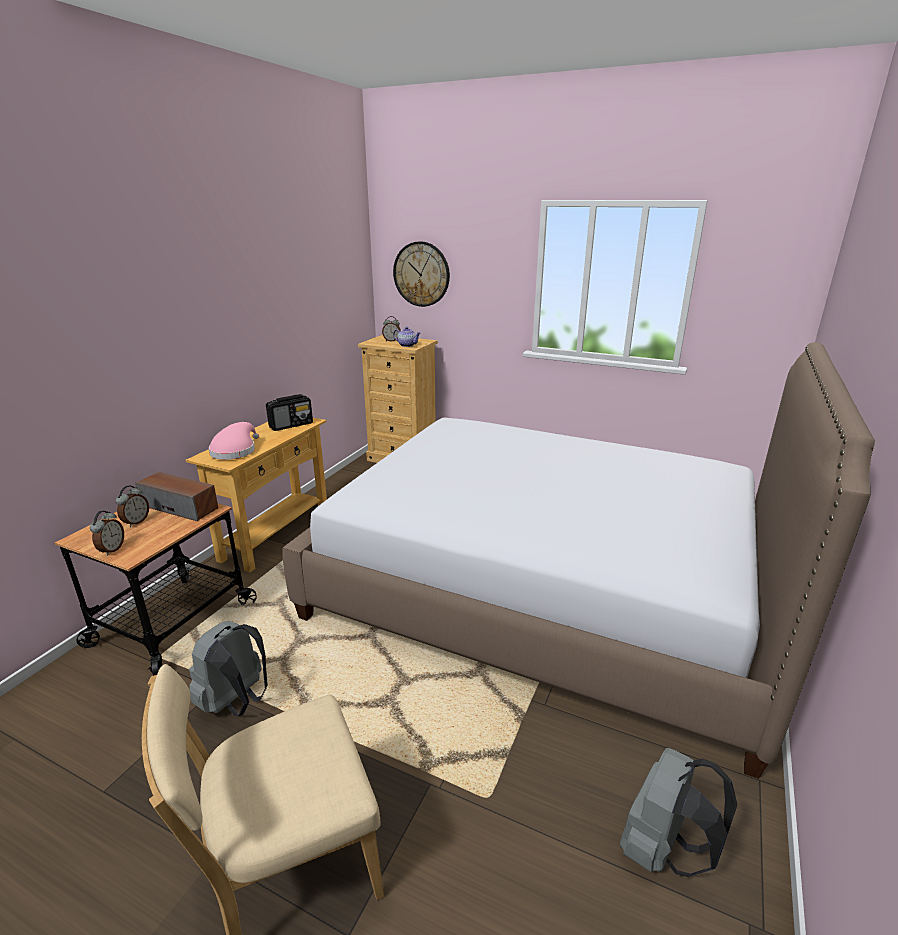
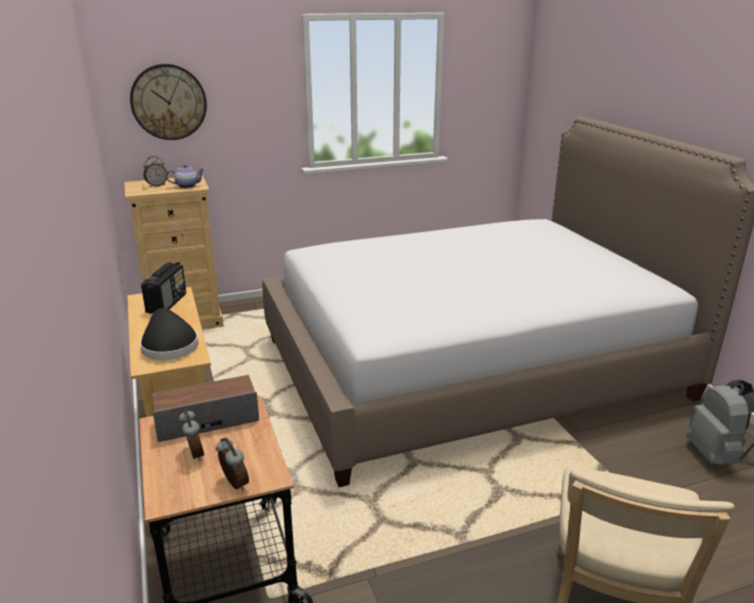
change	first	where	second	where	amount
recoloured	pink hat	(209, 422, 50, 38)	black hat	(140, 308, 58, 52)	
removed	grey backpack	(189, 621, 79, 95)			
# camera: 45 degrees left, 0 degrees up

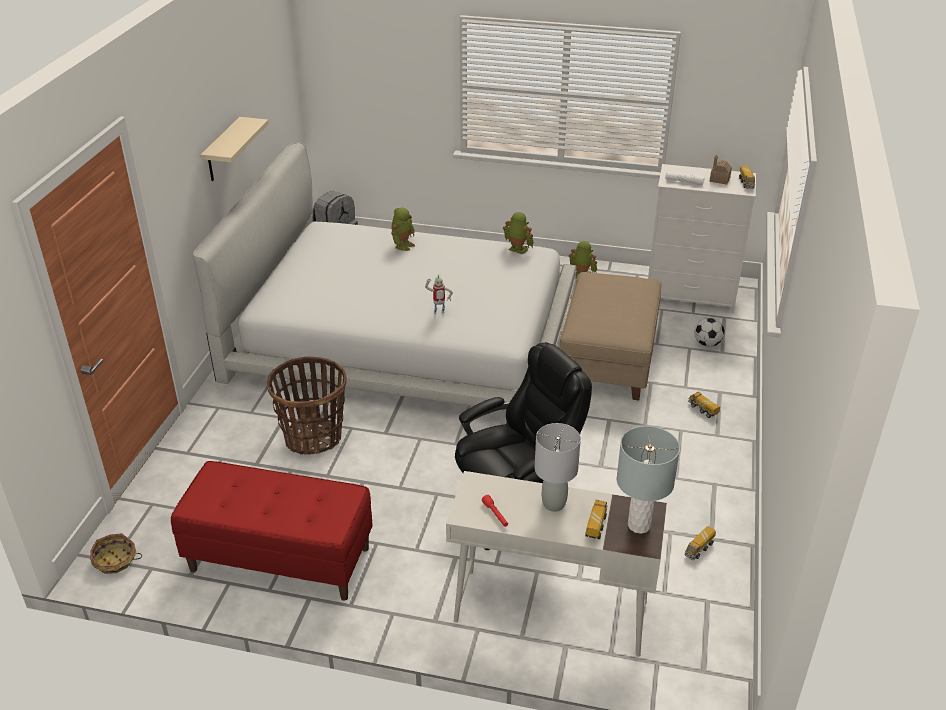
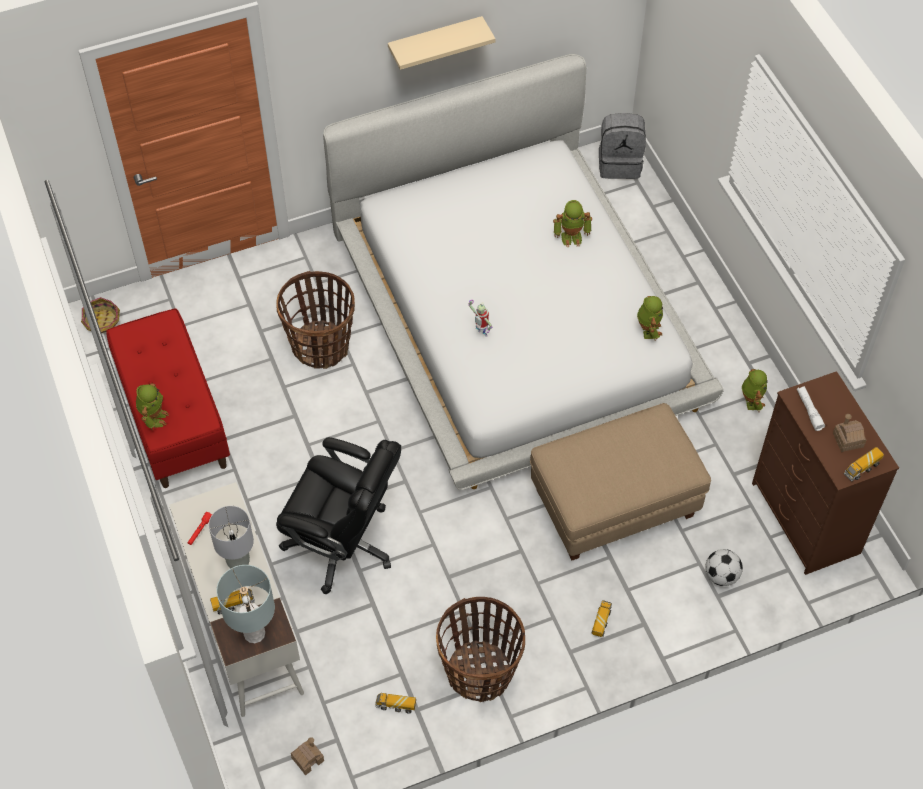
change	first	where	second	where	amount
added			toy robot	(136, 383, 33, 47)	
added			toy house	(291, 737, 33, 38)	
added			basket	(436, 597, 89, 105)	
recoloured	white dresser	(648, 164, 108, 149)	brown dresser	(752, 371, 147, 204)	
# camera: 55 degrees right, 20 degrees up

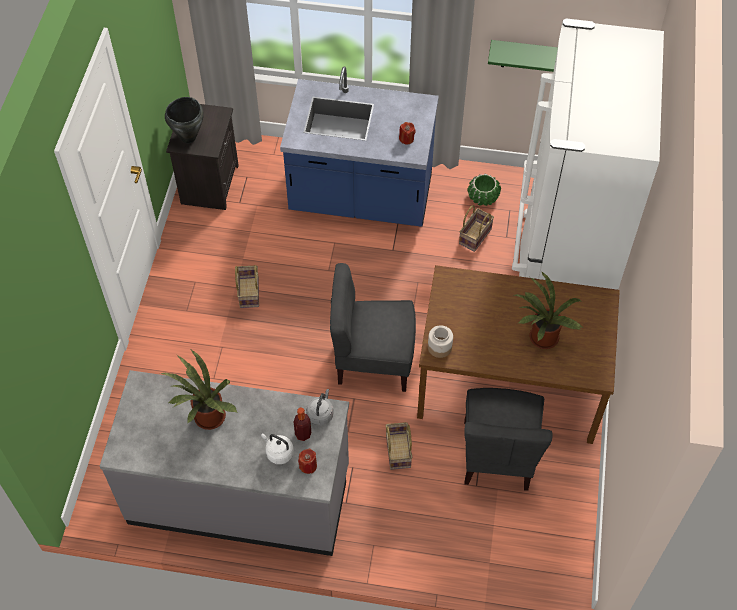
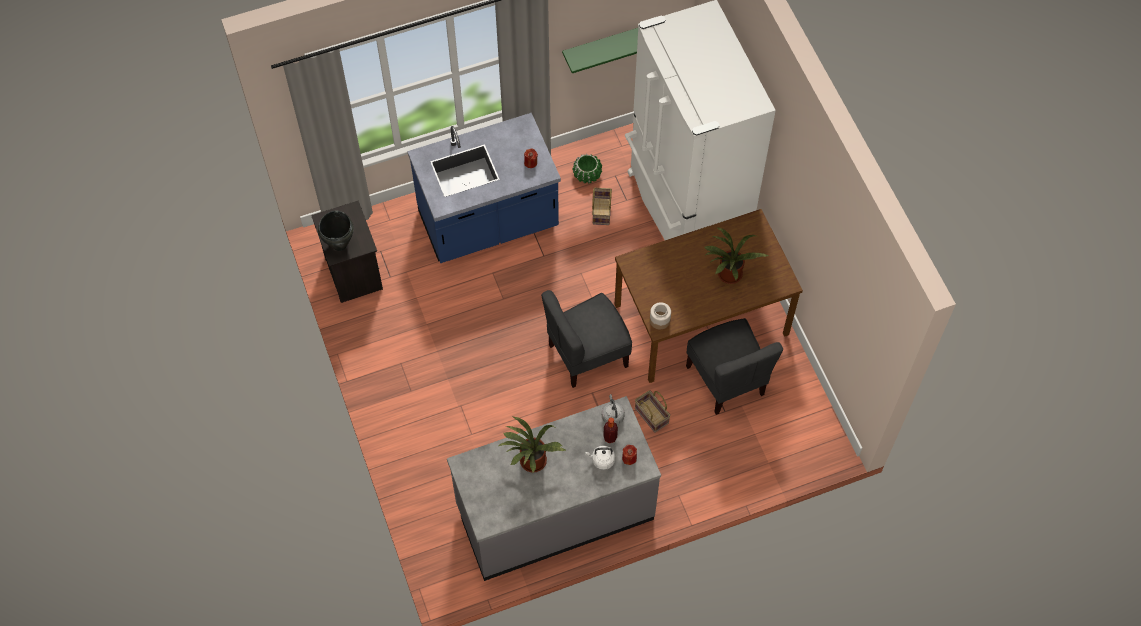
change	first	where	second	where	amount
removed	basket	(235, 265, 24, 43)			
# camera: 30 degrees left, 5 degrees up

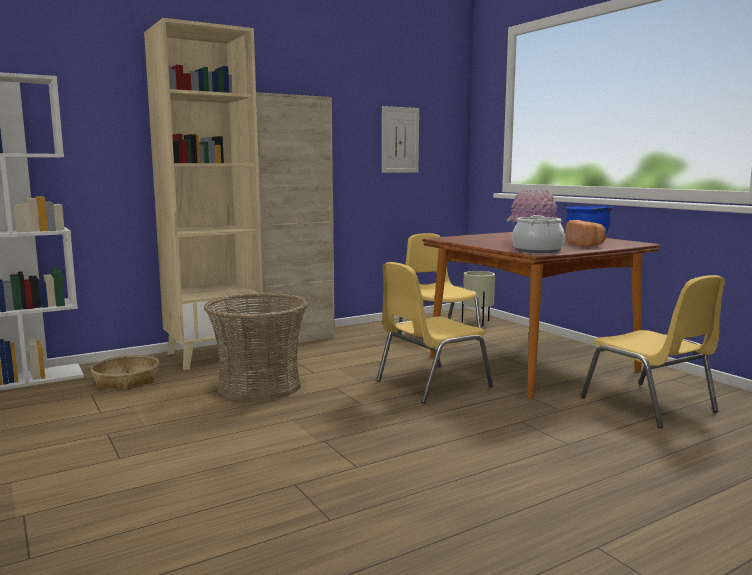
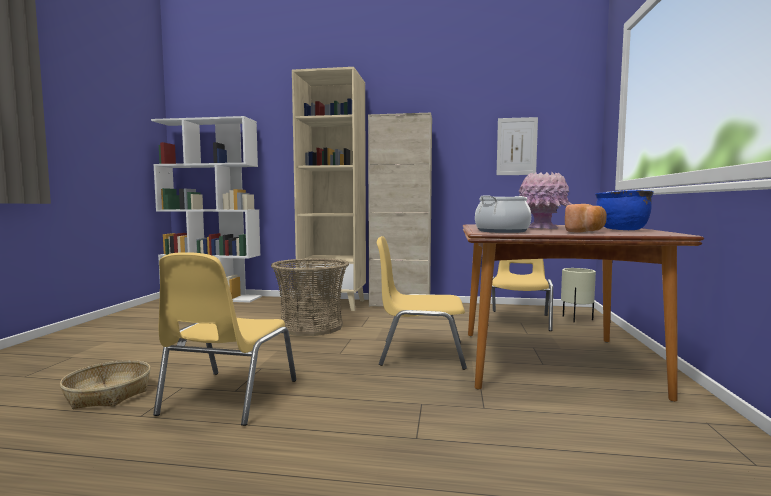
change	first	where	second	where	amount
moved	basket	(91, 355, 68, 35)		(60, 360, 91, 49)	
moved	yellow chair	(581, 275, 144, 153)		(153, 252, 144, 174)	
# camera: 40 degrees right, 5 degrees down

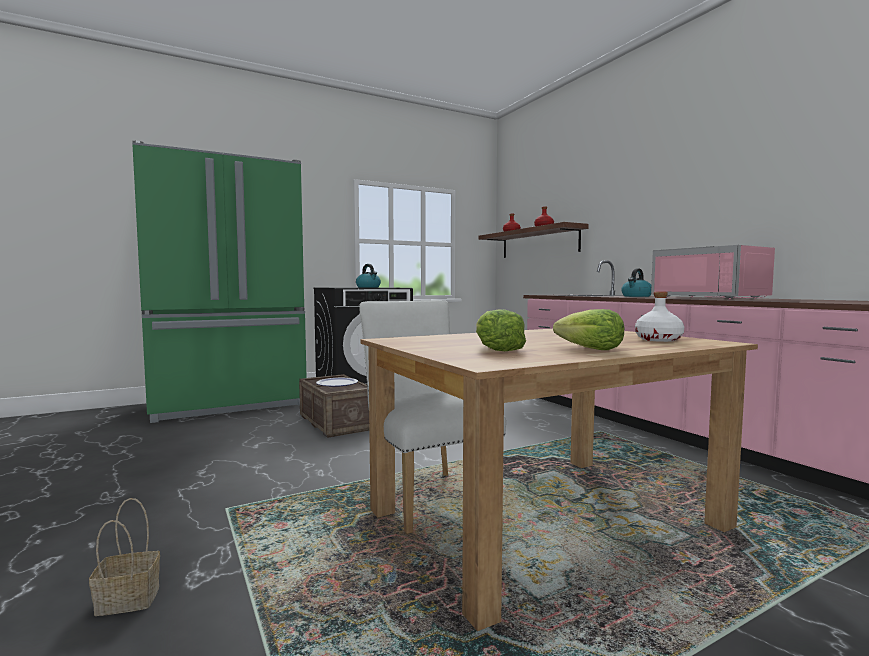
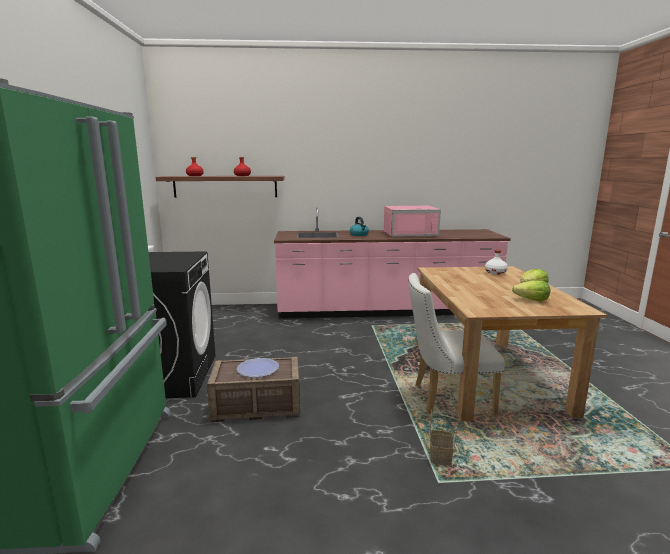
change	first	where	second	where	amount
moved	basket	(89, 498, 71, 118)		(430, 413, 29, 52)	
removed	kettle	(356, 264, 25, 24)			
# camera: 65 degrees left, 10 degrees up

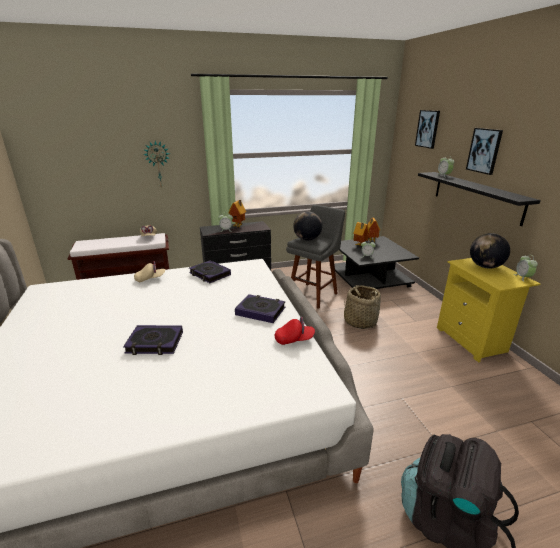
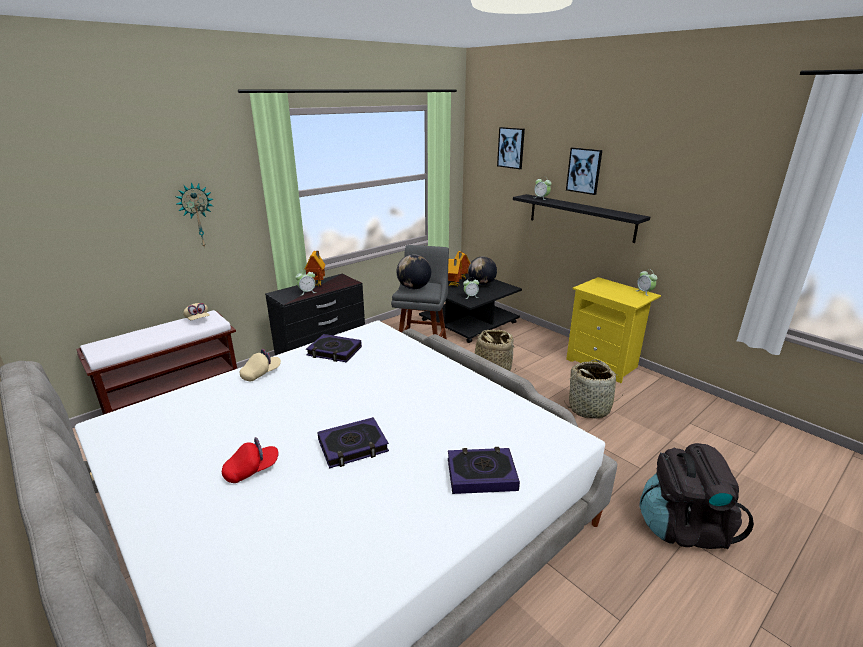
change	first	where	second	where	amount
moved	red cap	(275, 316, 40, 29)		(222, 437, 57, 46)	
moved	book	(235, 294, 50, 29)		(448, 447, 72, 47)	
moved	globe	(470, 233, 40, 36)		(468, 256, 29, 29)	
added			basket	(564, 359, 60, 60)	
# camera: 25 degrees left, 0 degrees up

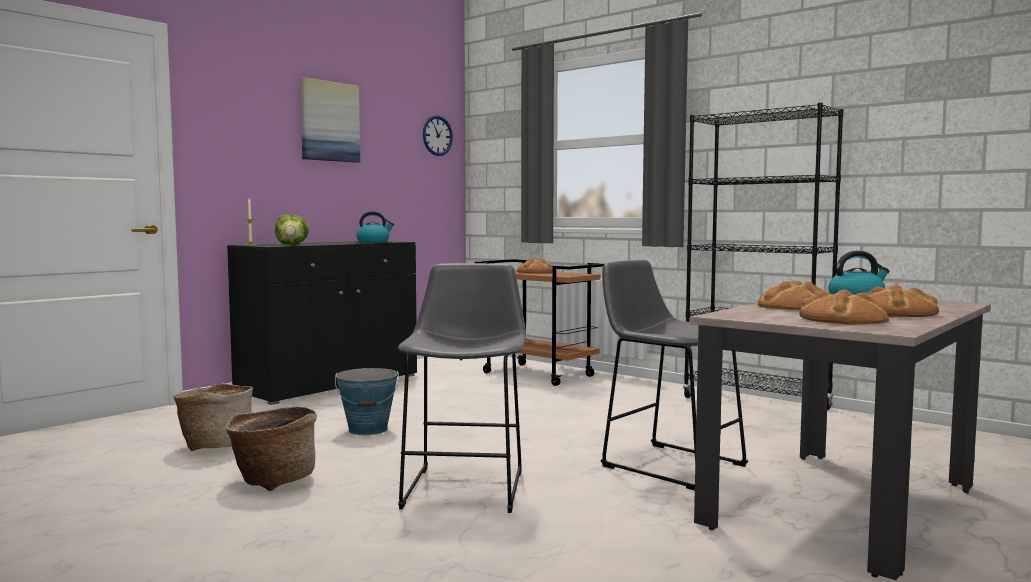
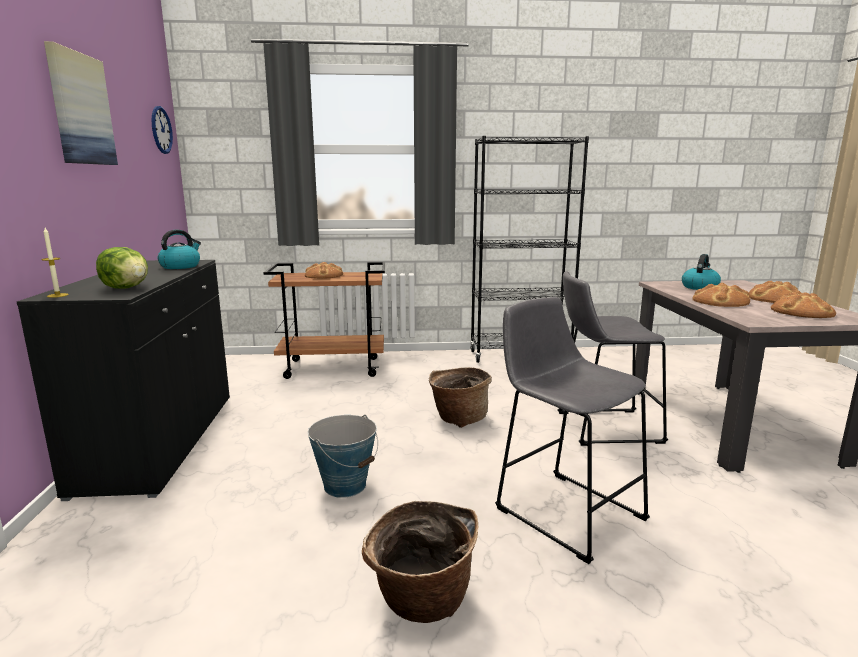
change	first	where	second	where	amount
moved	basket	(173, 382, 80, 69)		(429, 367, 63, 61)	
# camera: 45 degrees left, 10 degrees up

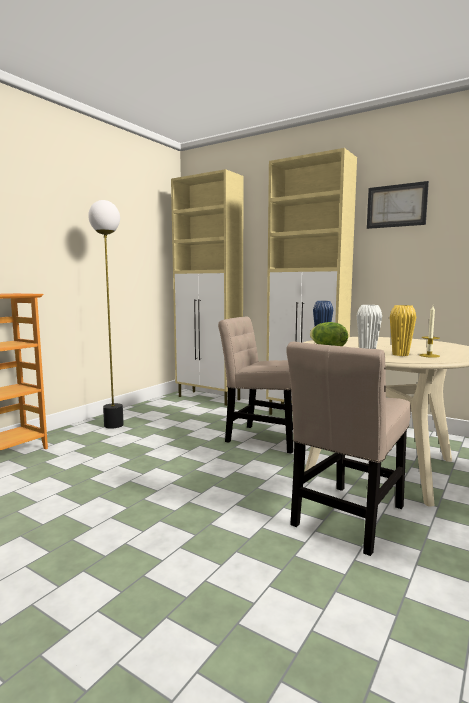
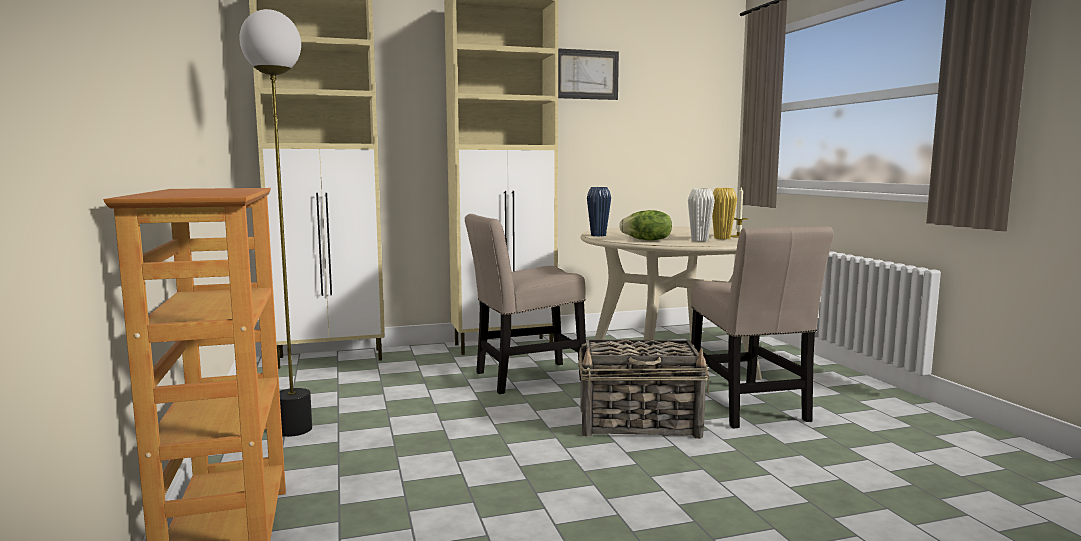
change	first	where	second	where	amount
added			basket	(578, 339, 131, 100)	
# camera: 50 degrees left, 0 degrees up

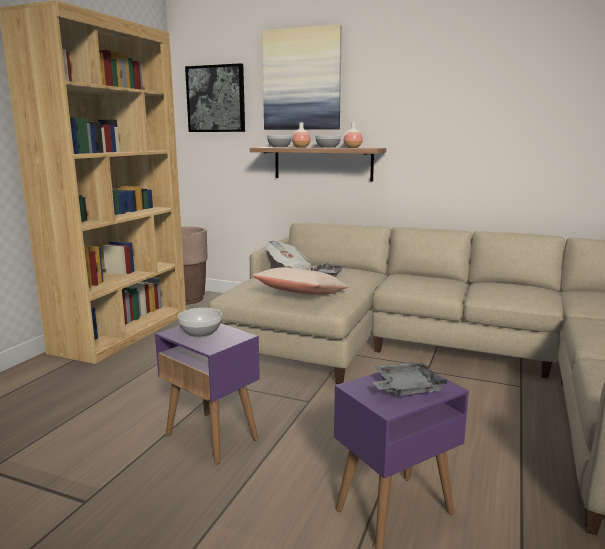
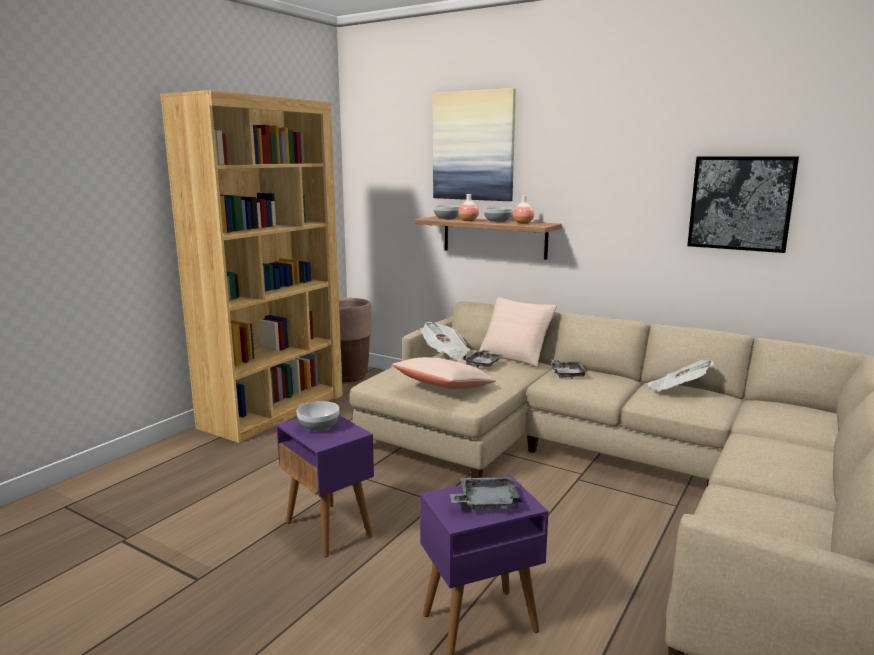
change	first	where	second	where	amount
added			beige pillow	(479, 297, 78, 70)	
added			grey tray	(550, 359, 37, 20)	
added			newspaper	(647, 360, 67, 32)	
moved	picture	(185, 63, 60, 69)		(687, 156, 112, 97)	
# camera: 10 degrees right, 0 degrees up

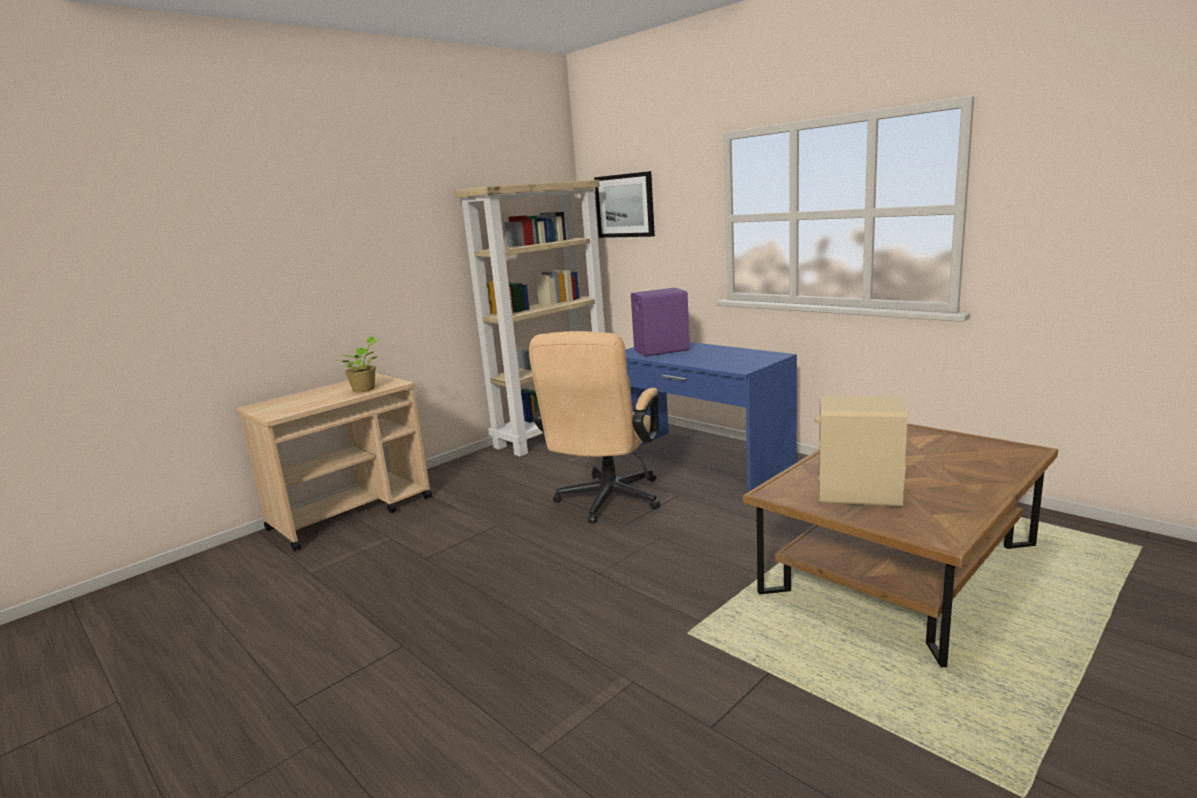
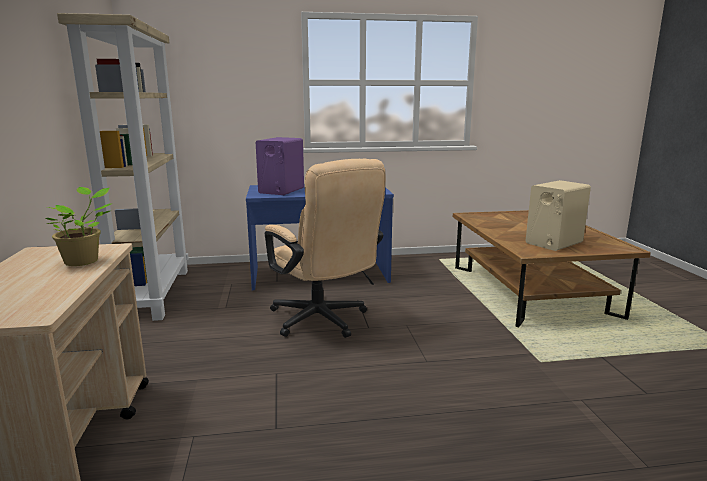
change	first	where	second	where	amount
removed	picture	(594, 171, 61, 67)			
# camera: 55 degrees left, 0 degrees up

